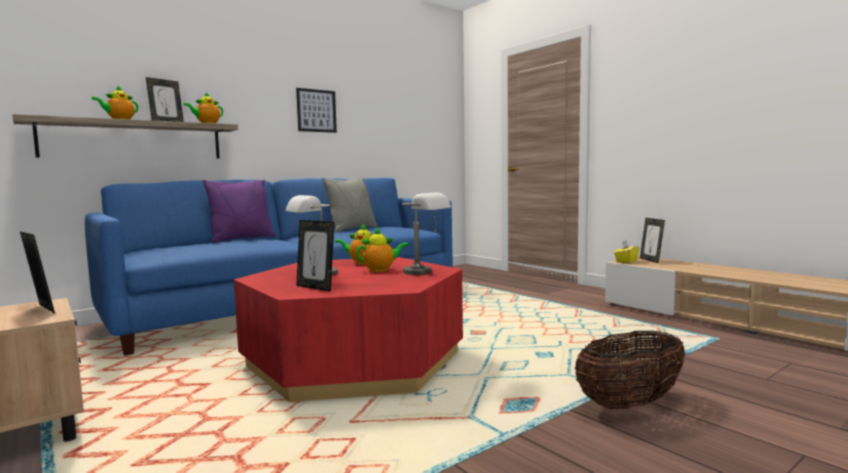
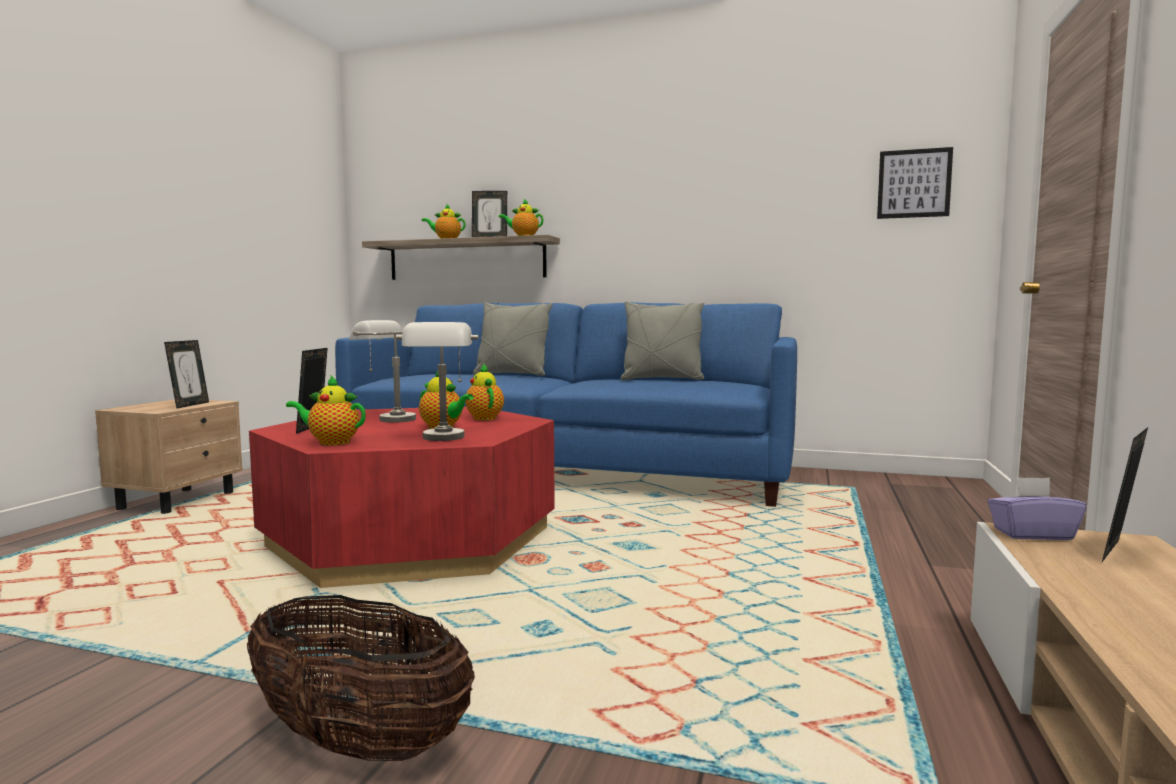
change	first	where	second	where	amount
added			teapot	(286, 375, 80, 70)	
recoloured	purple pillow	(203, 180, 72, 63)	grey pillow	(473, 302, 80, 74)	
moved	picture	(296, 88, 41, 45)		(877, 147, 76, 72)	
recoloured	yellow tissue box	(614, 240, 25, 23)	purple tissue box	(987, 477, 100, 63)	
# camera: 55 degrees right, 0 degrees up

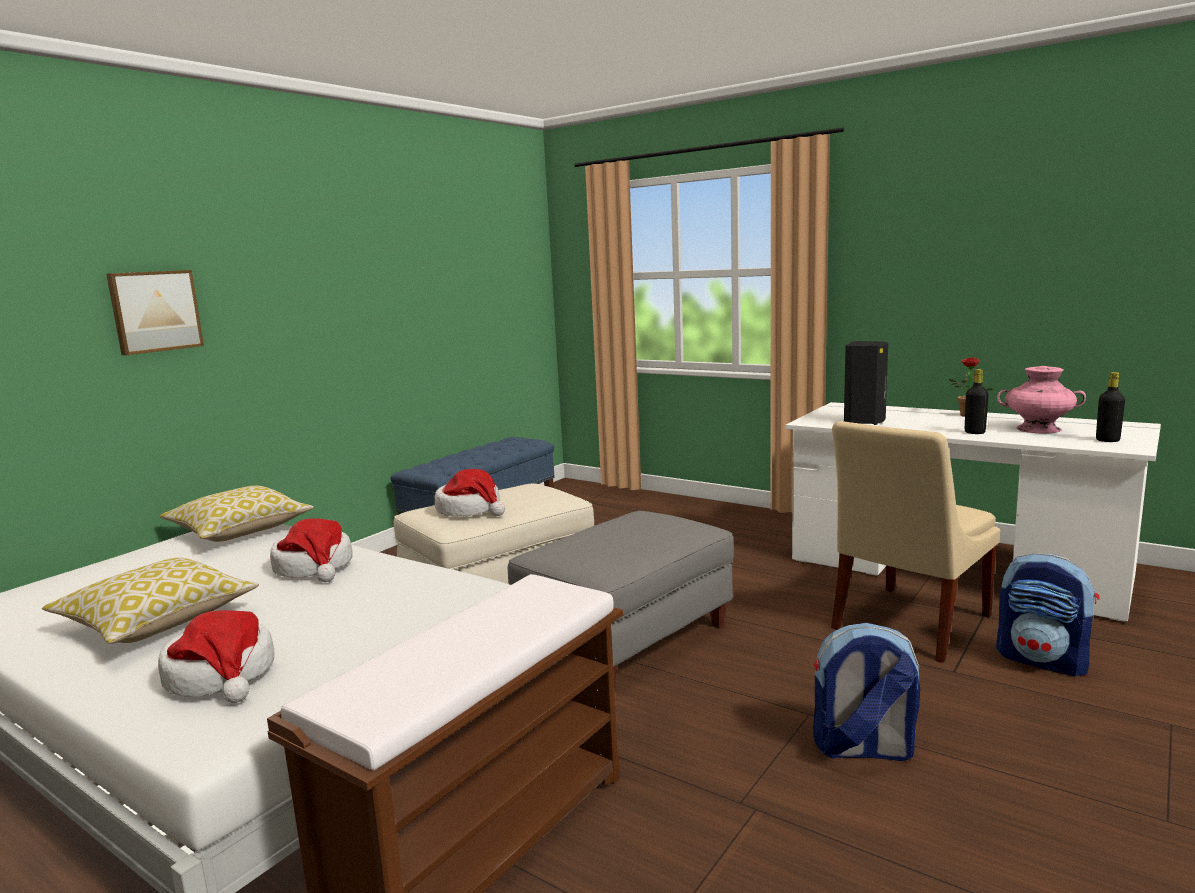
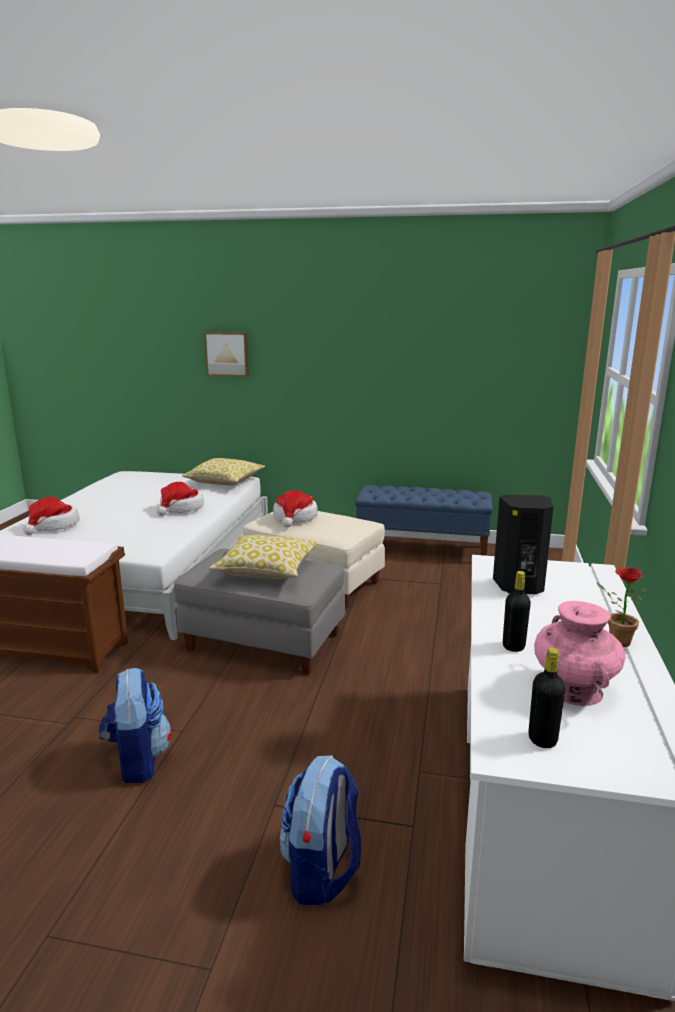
change	first	where	second	where	amount
moved	pillow	(42, 557, 217, 87)		(209, 535, 110, 44)	
removed	beige chair	(831, 421, 169, 242)			
# camera: 65 degrees right, 5 degrees up

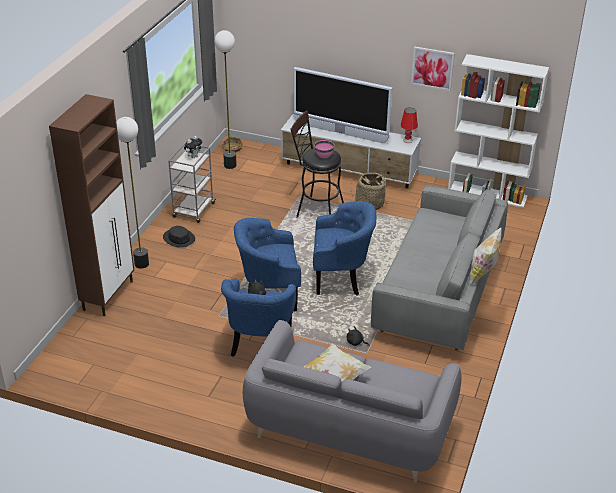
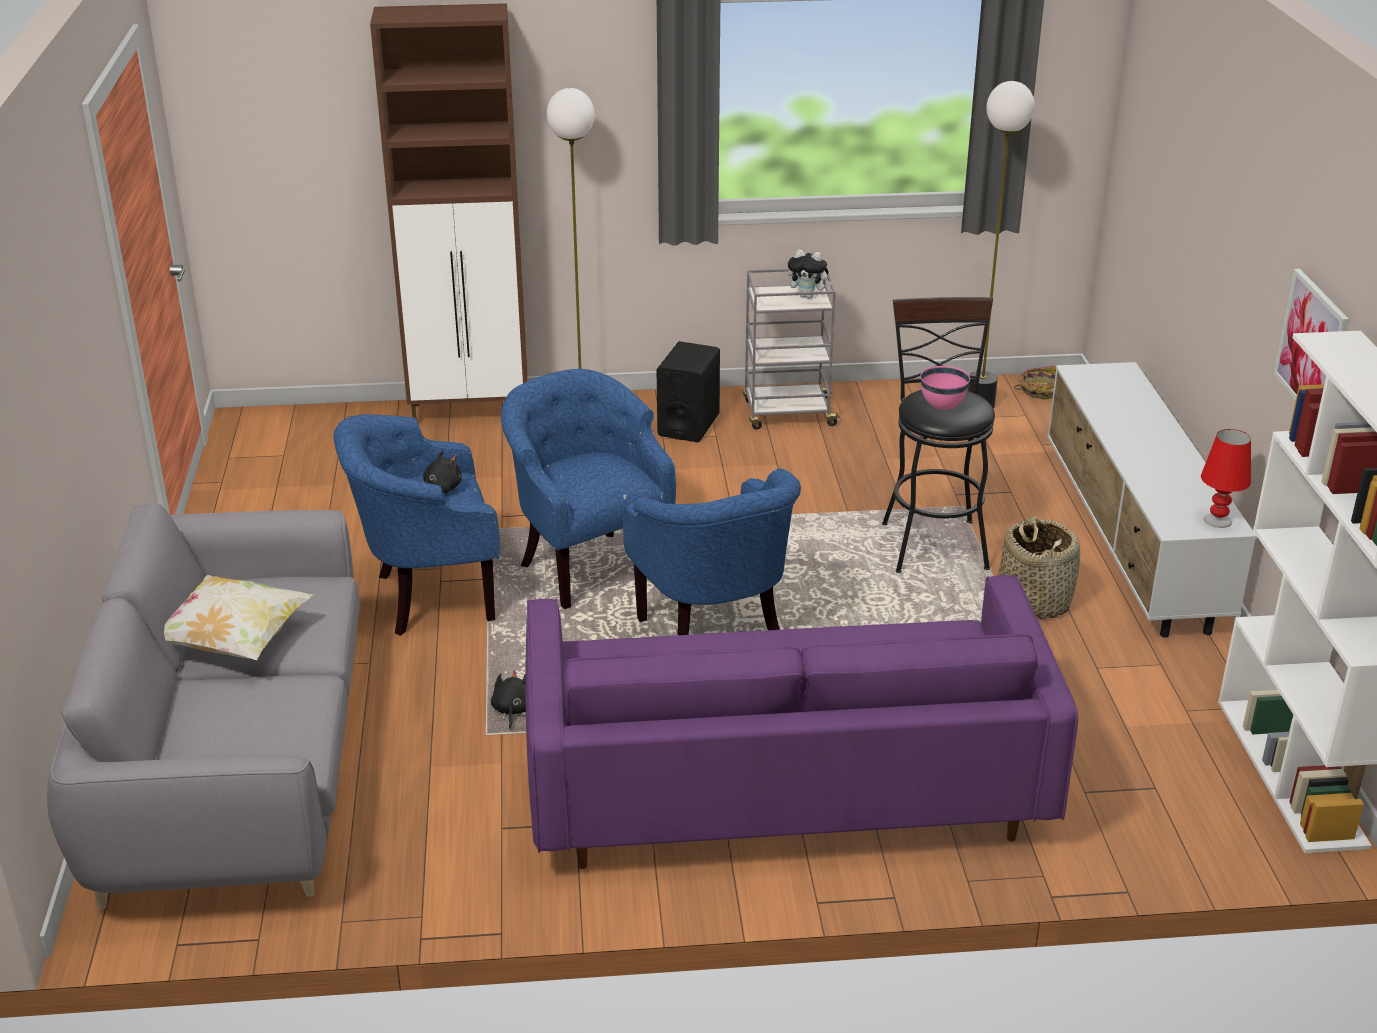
change	first	where	second	where	amount
recoloured	grey sofa	(371, 185, 137, 165)	purple sofa	(525, 575, 553, 294)	
replaced	black hat	(163, 226, 32, 21)	black speaker	(657, 341, 63, 102)	
removed	television	(294, 67, 98, 76)			
removed	pillow	(470, 228, 31, 58)			
# camera: 65 degrees right, 5 degrees down

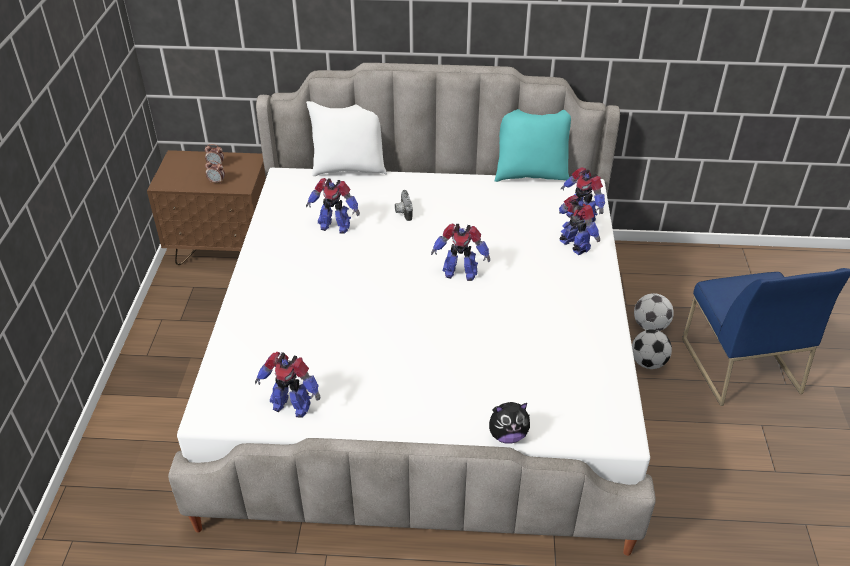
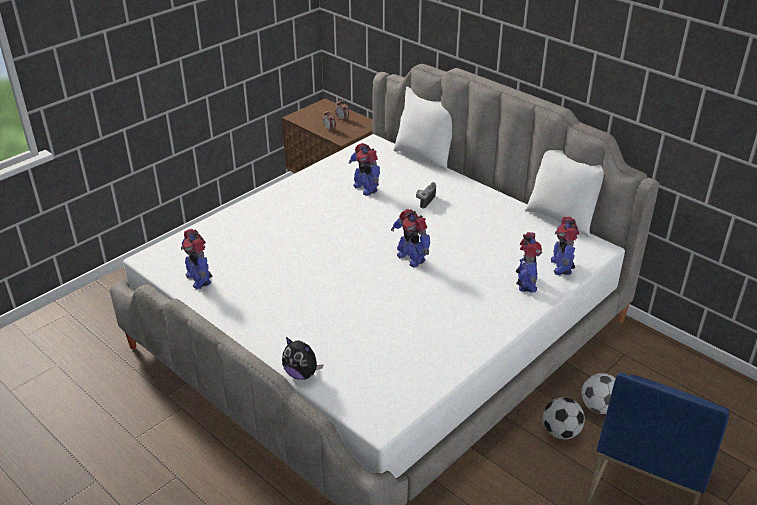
change	first	where	second	where	amount
recoloured	turquoise pillow	(495, 109, 76, 73)	white pillow	(525, 150, 79, 88)	
# camera: 40 degrees right, 5 degrees down

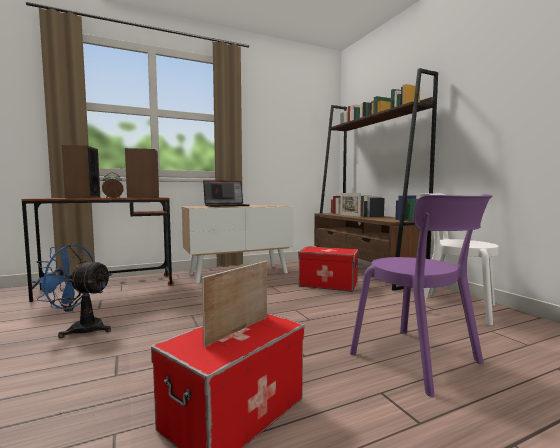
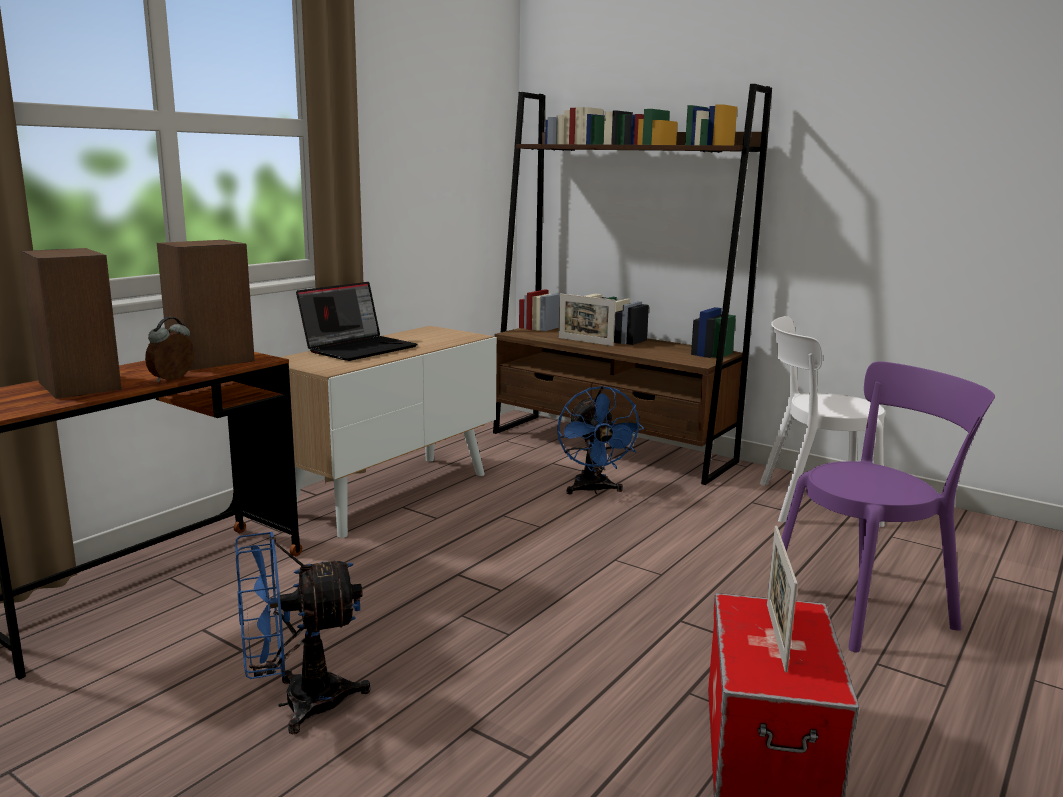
change	first	where	second	where	amount
replaced	storage box	(298, 246, 60, 46)	blue fan	(557, 386, 87, 108)	
turned	purple chair	(350, 194, 142, 203)		(768, 361, 227, 291)	45 degrees counterclockwise
# camera: 30 degrees left, 10 degrees up

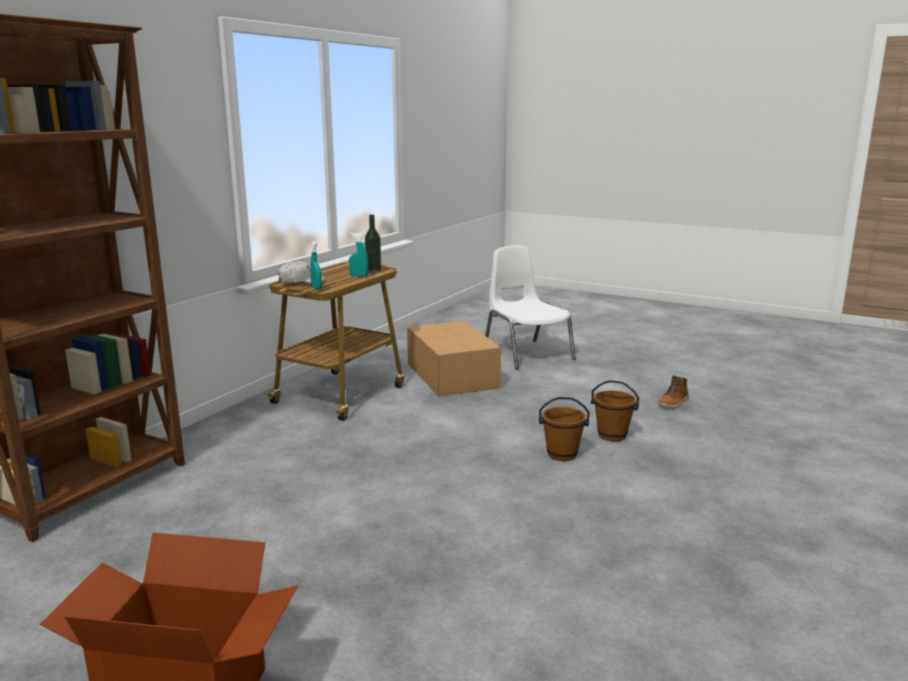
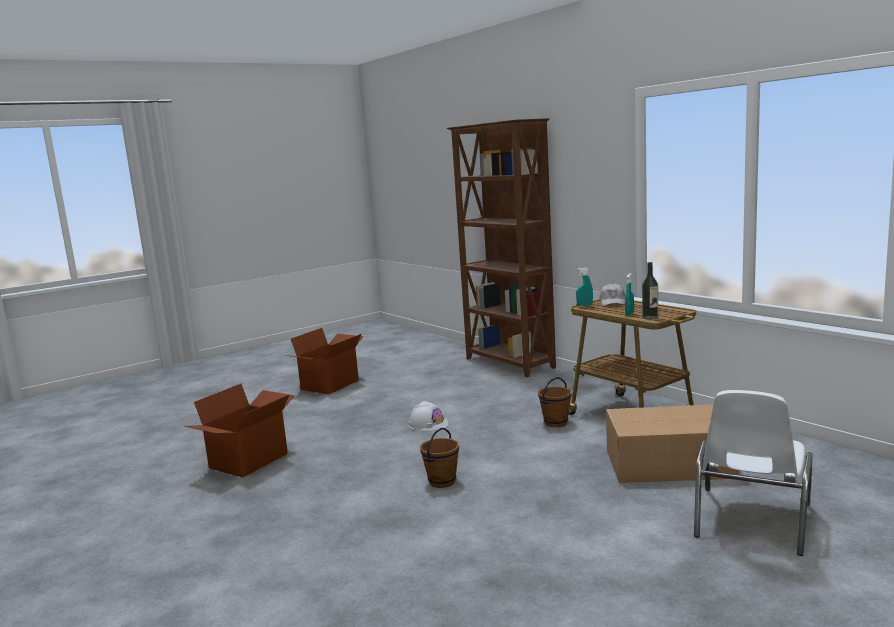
change	first	where	second	where	amount
added			cardboard box	(185, 384, 109, 93)	
added			white hard hat	(408, 401, 41, 30)	
moved	brown bucket	(591, 380, 48, 62)		(538, 377, 34, 50)	
turned	white chair	(485, 245, 91, 125)		(694, 390, 119, 166)	120 degrees clockwise
removed	boot	(658, 375, 30, 33)			
# camera: 115 degrees right, 5 degrees down

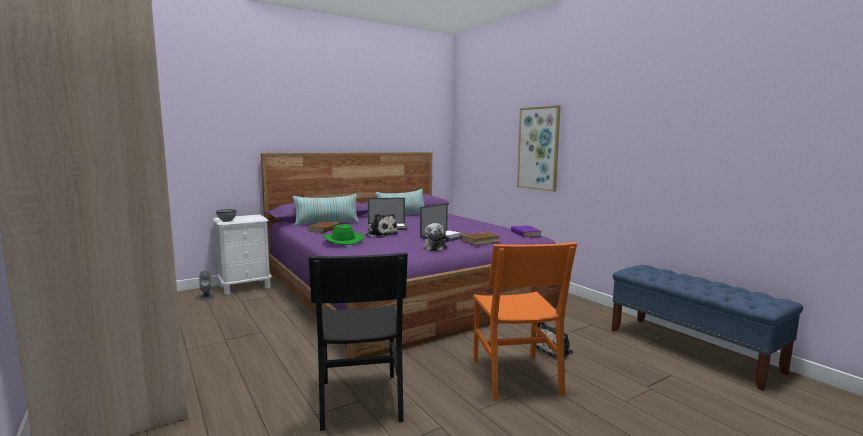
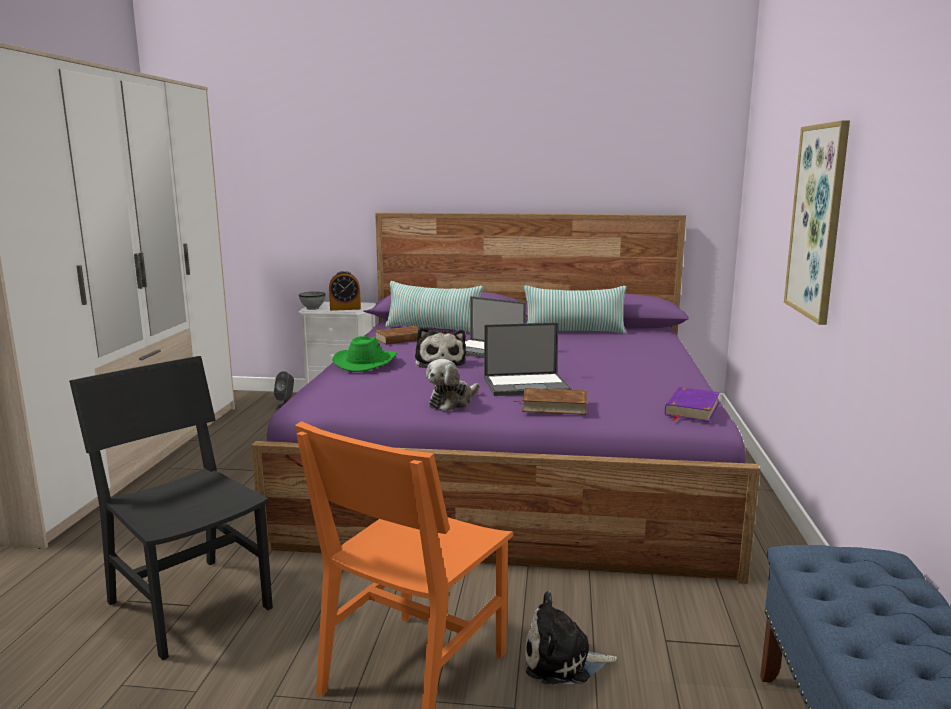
change	first	where	second	where	amount
turned	black chair	(309, 252, 99, 179)		(69, 356, 204, 304)	105 degrees clockwise
added			alarm clock	(329, 271, 32, 40)	
# camera: 40 degrees right, 5 degrees up

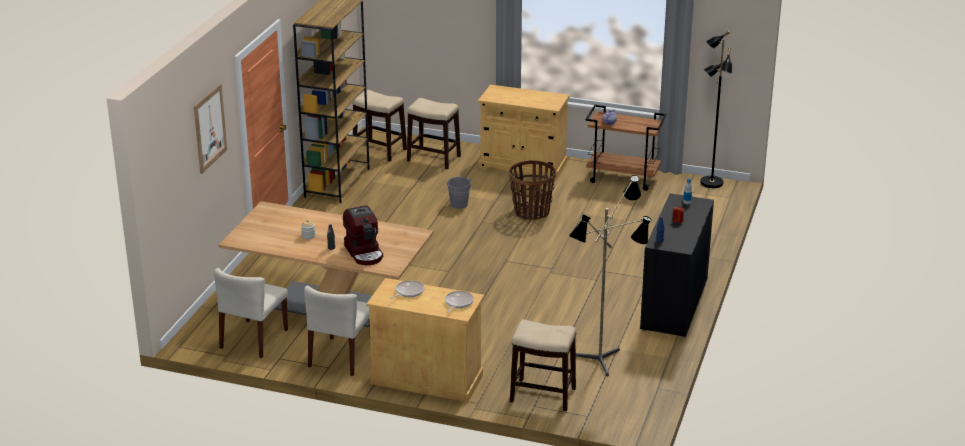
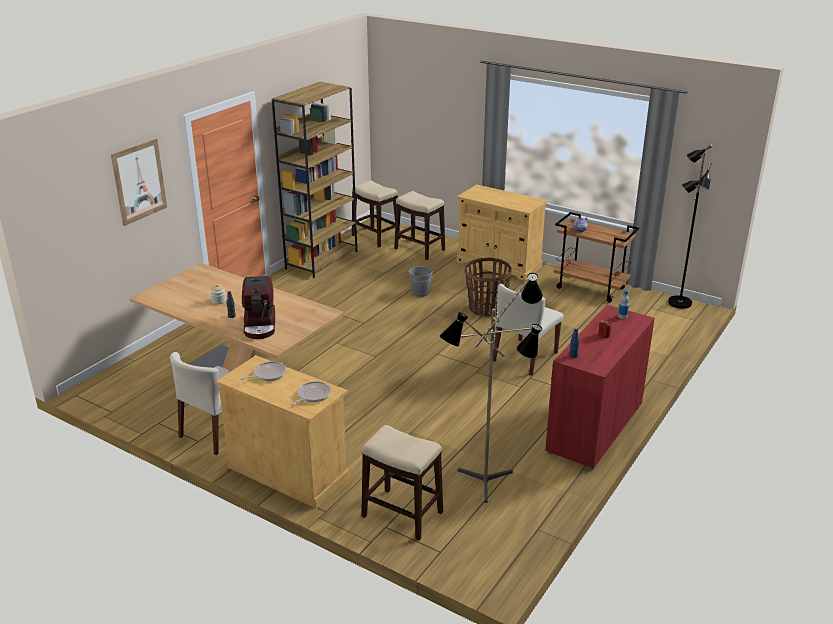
change	first	where	second	where	amount
moved	beige chair	(214, 268, 74, 90)		(493, 284, 71, 92)	
recoloured	black cabinet	(640, 193, 74, 145)	red cabinet	(545, 305, 110, 165)	
# camera: 15 degrees right, 0 degrees up

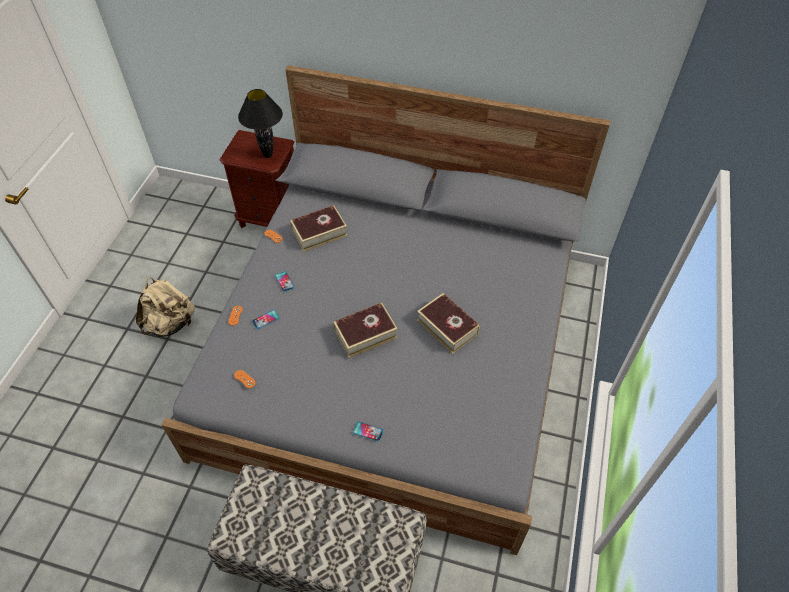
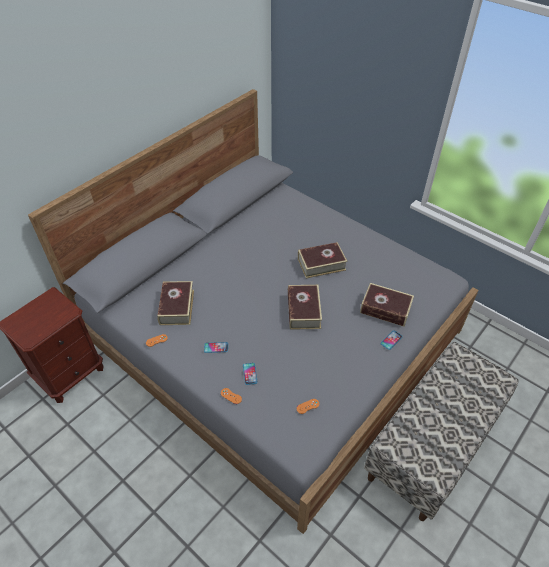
change	first	where	second	where	amount
added			book	(360, 283, 54, 44)	
removed	beige backpack	(136, 277, 59, 59)			
removed	black table lamp	(238, 89, 45, 69)			
# camera: 65 degrees left, 5 degrees down

